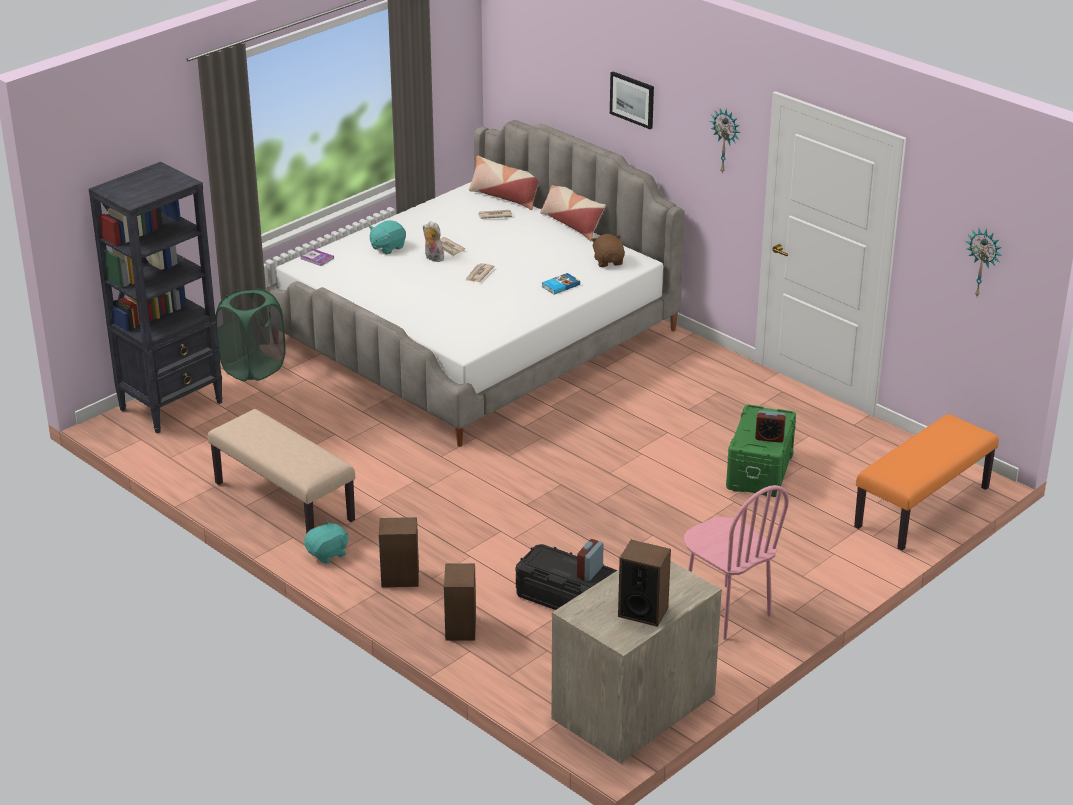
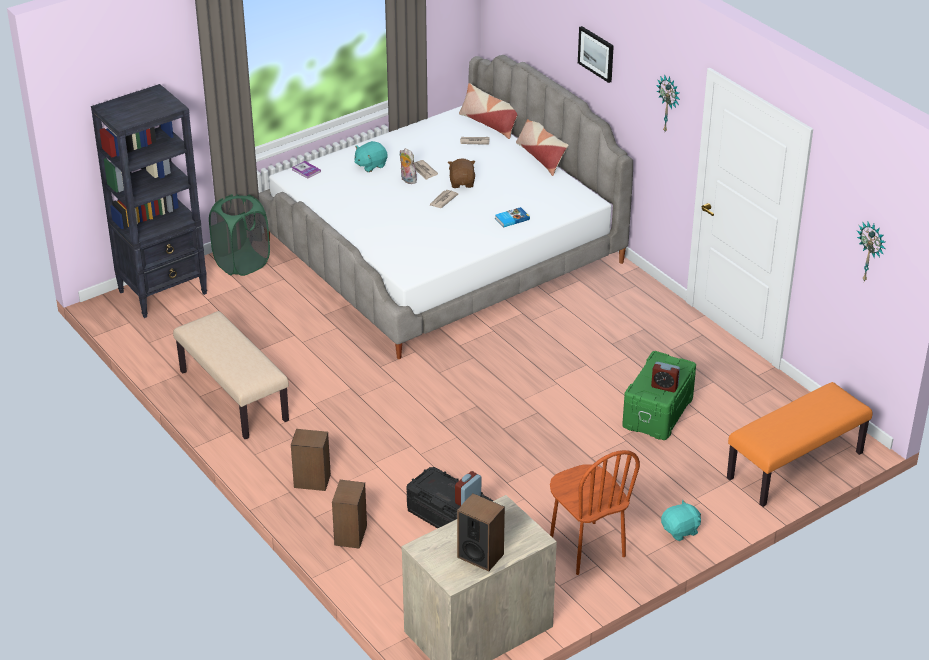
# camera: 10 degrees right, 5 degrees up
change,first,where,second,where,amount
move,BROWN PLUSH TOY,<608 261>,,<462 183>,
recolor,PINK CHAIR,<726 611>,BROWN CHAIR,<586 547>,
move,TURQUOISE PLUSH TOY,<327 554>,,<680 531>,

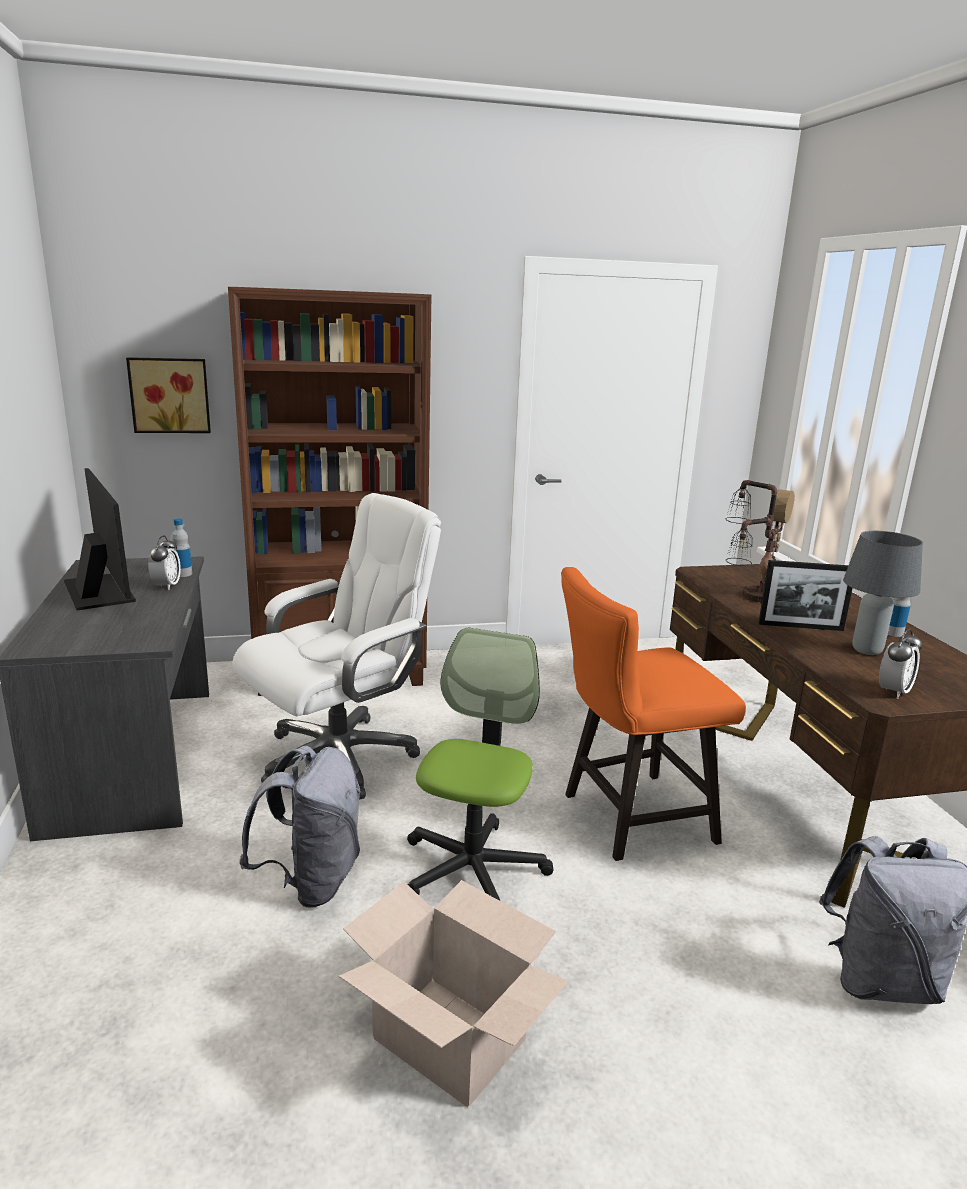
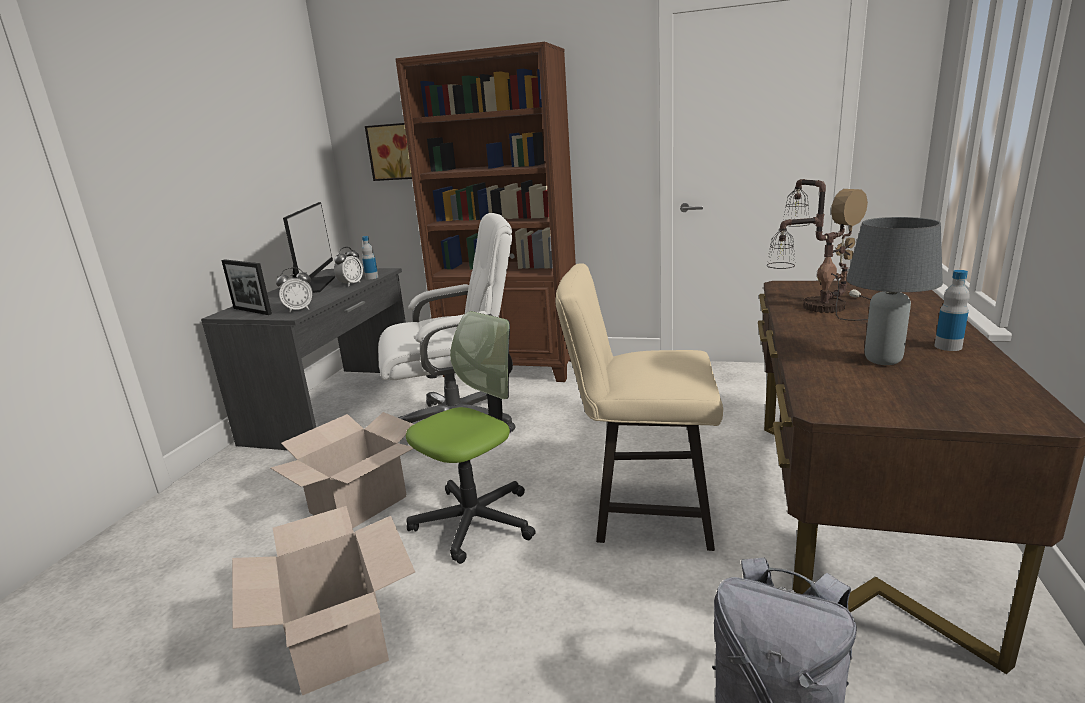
# camera: 30 degrees right, 0 degrees up
change,first,where,second,where,amount
move,PICTURE FRAME,<800 626>,,<252 311>,
recolor,ORANGE CHAIR,<628 818>,BEIGE CHAIR,<641 510>,
move,ALARM CLOCK,<893 691>,,<299 310>,
replace,GREY BACKPACK,<311 881>,CARDBOARD BOX,<358 504>,

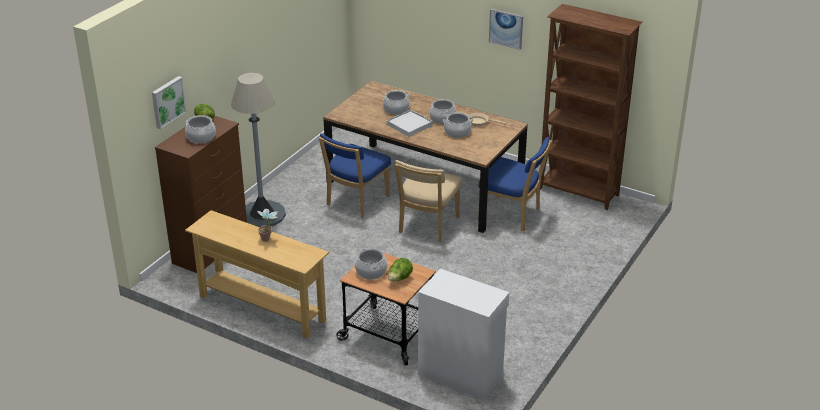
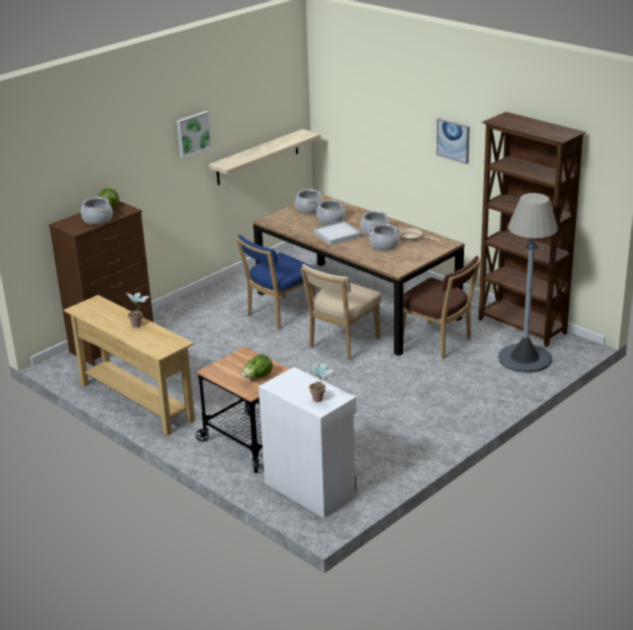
# camera: 15 degrees right, 5 degrees down
change,first,where,second,where,amount
move,GREY FLOOR LAMP,<262 215>,,<524 359>,
move,PICTURE,<167 102>,,<193 133>,
recolor,BLUE CHAIR,<512 215>,BROWN CHAIR,<438 342>,
move,COOKING POT,<371 272>,,<309 209>,
insert,,,SHELF,<258 157>,
insert,,,POTTED PLANT,<320 401>,

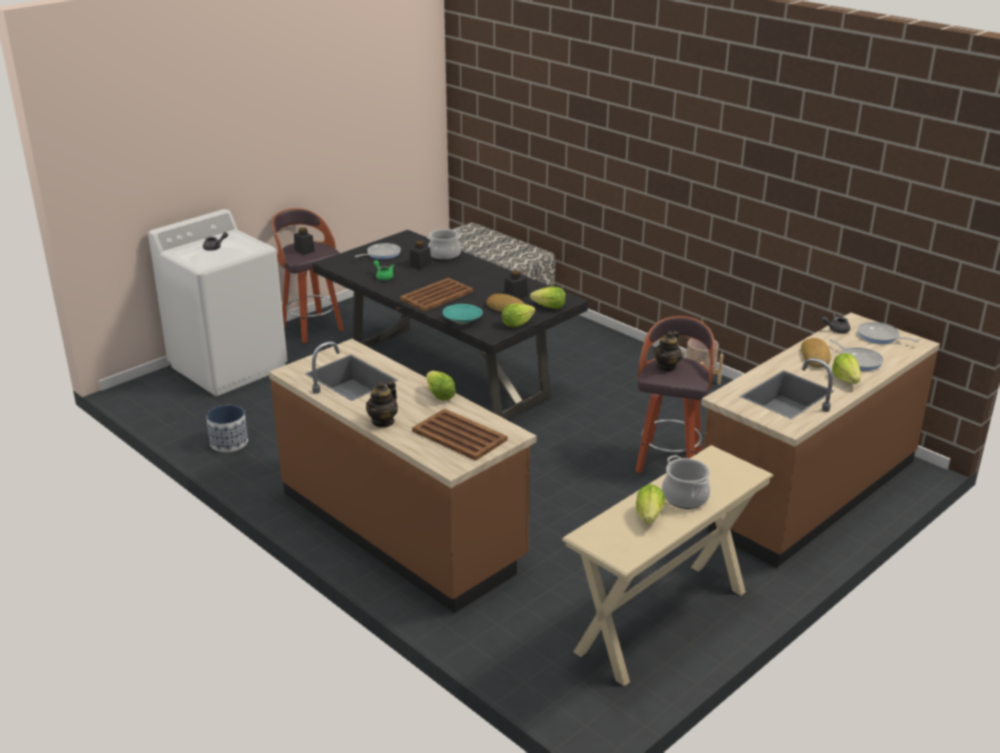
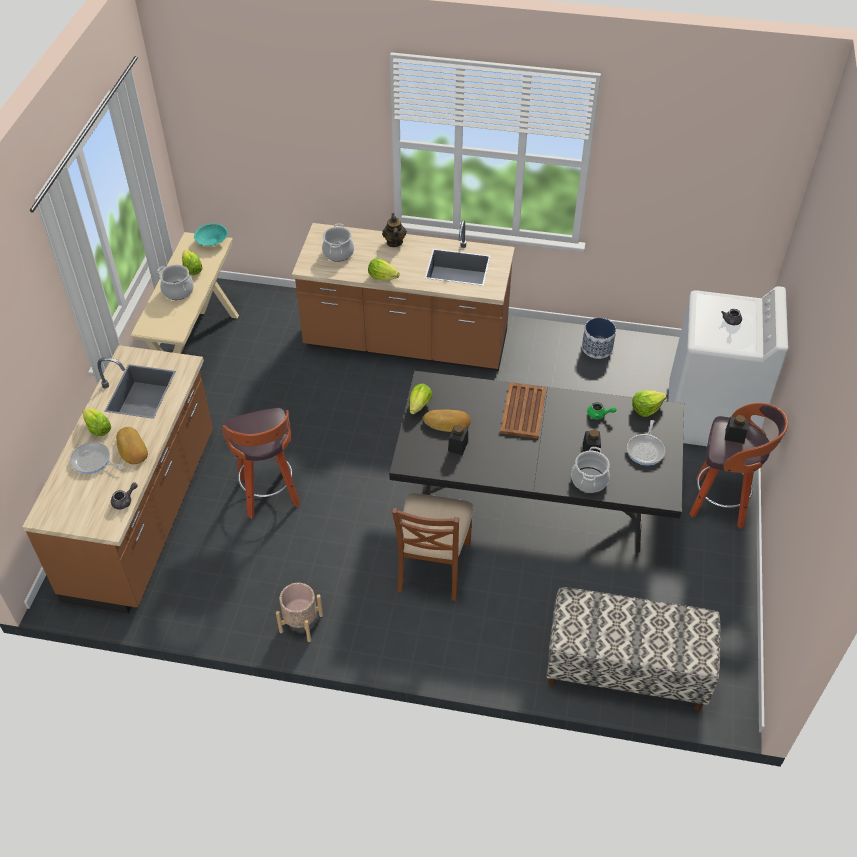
# camera: 145 degrees right, 20 degrees up
change,first,where,second,where,amount
move,LETTUCE,<549 307>,,<646 408>,
move,TURQUOISE BOWL,<463 322>,,<211 242>,
delete,FRYING PAN,<880 336>,,,
delete,TEAPOT,<667 366>,,,
replace,BROWN TRAY,<459 435>,COOKING POT,<338 253>,
insert,,,BROWN CHAIR,<432 566>,

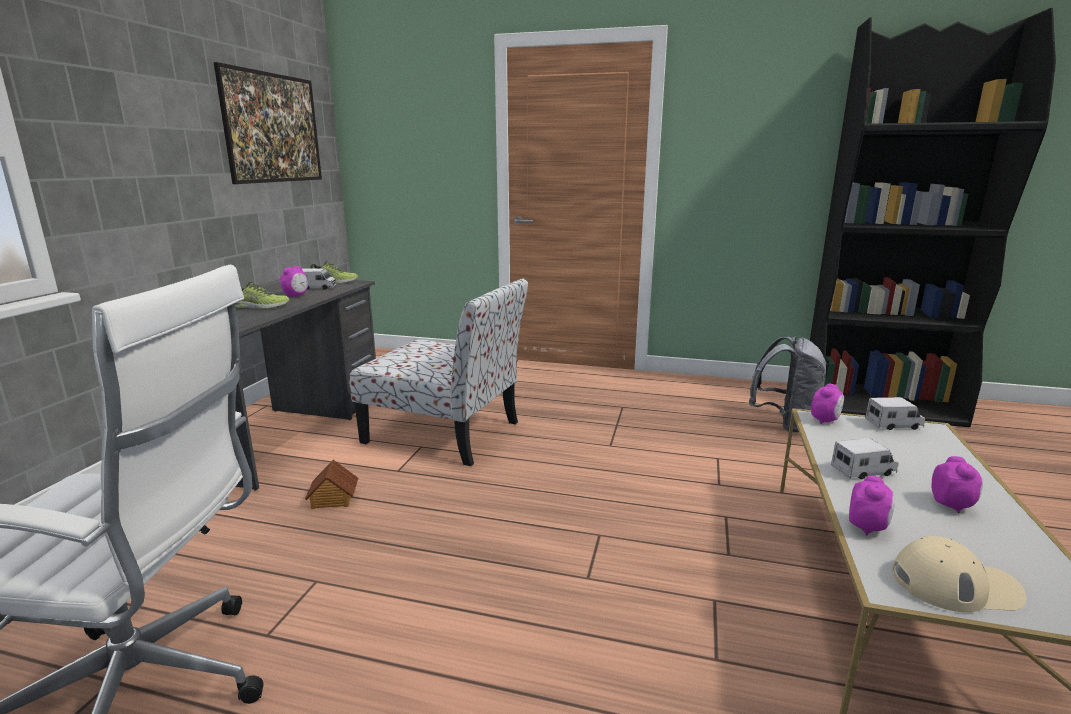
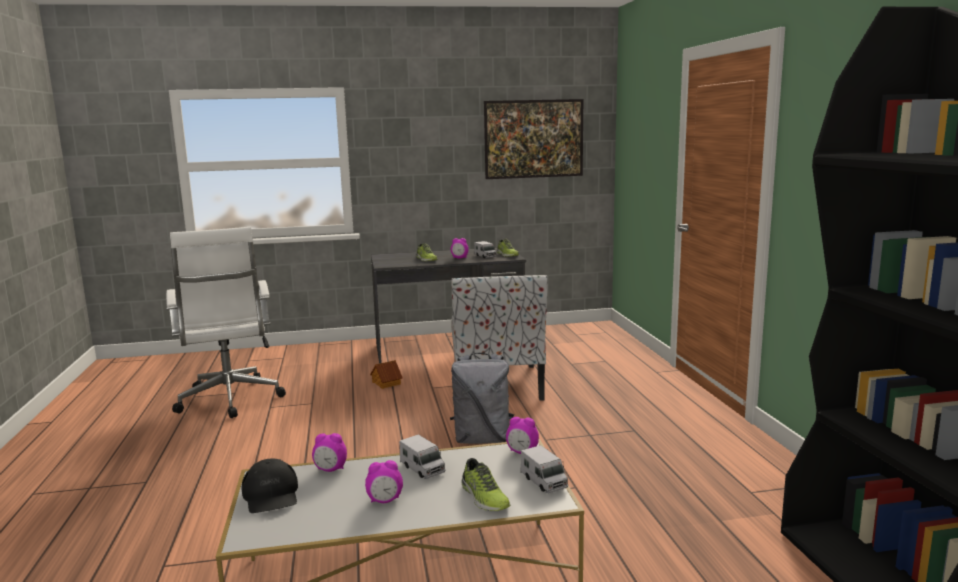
# camera: 65 degrees right, 5 degrees down
change,first,where,second,where,amount
move,GREY BACKPACK,<785 423>,,<482 439>,
recolor,BEIGE CAP,<955 584>,BLACK CAP,<271 495>,
insert,,,SHOE,<483 497>,

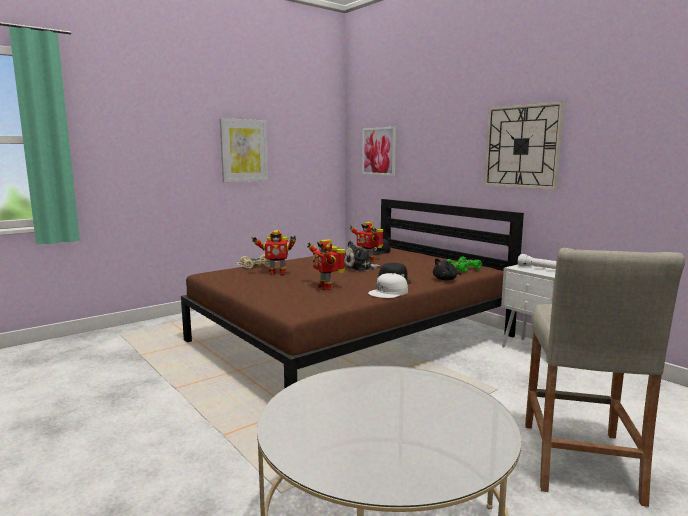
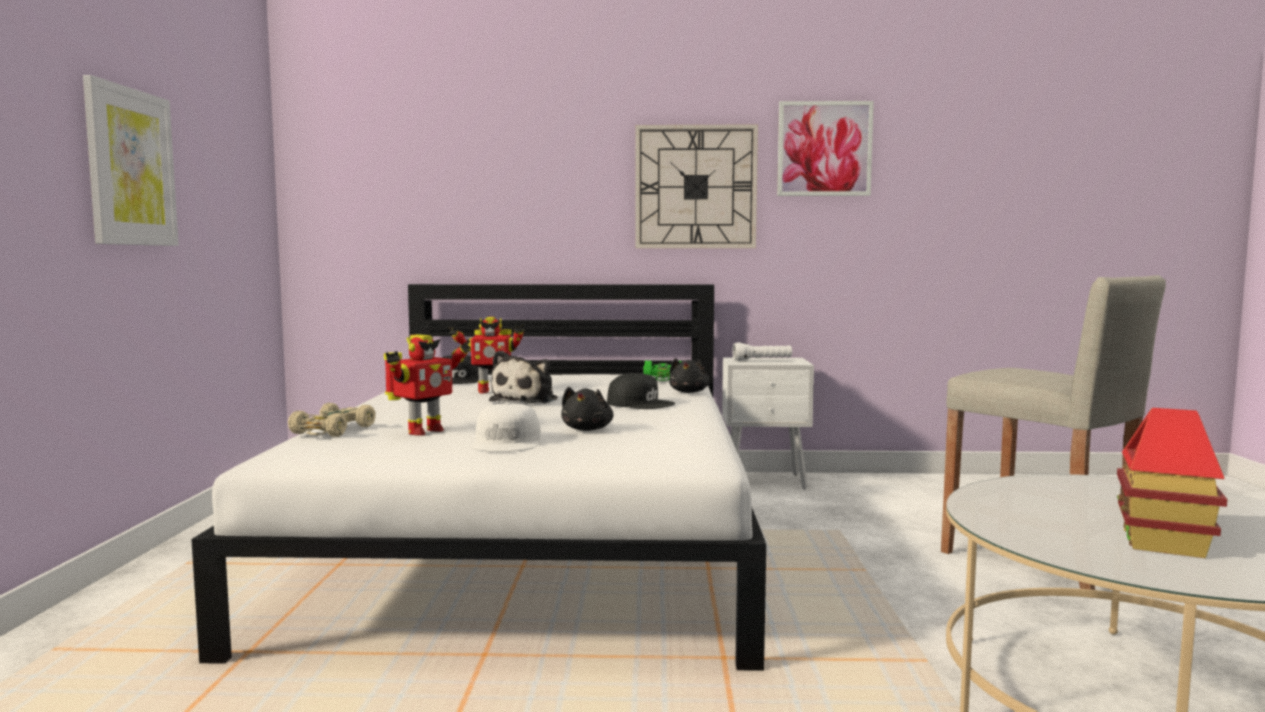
# camera: 50 degrees left, 5 degrees down
change,first,where,second,where,amount
move,PICTURE,<379 151>,,<824 149>,
recolor,BROWN BED,<352 338>,WHITE BED,<536 540>,
replace,TOY ROBOT,<326 287>,BLACK PLUSH TOY,<588 429>,
move,WHITE CAP,<388 293>,,<508 443>,
insert,,,TOY HOUSE,<1164 543>,

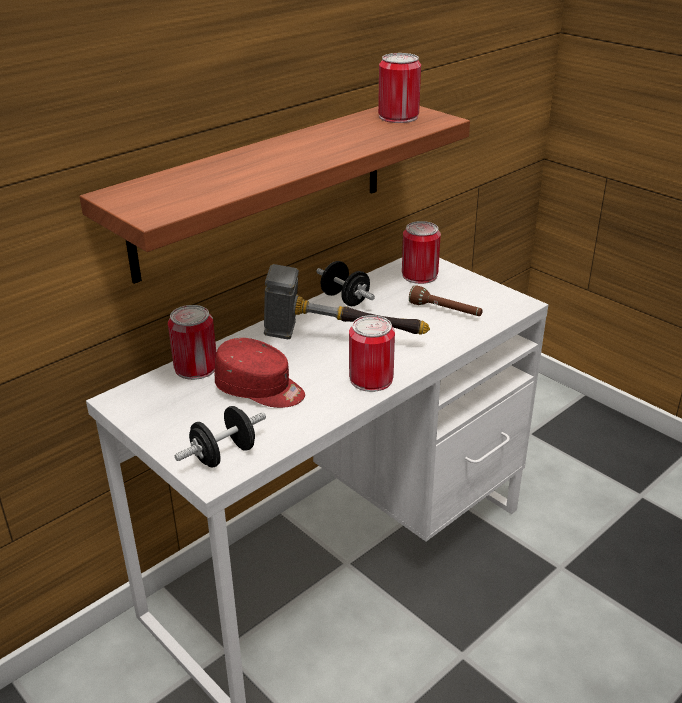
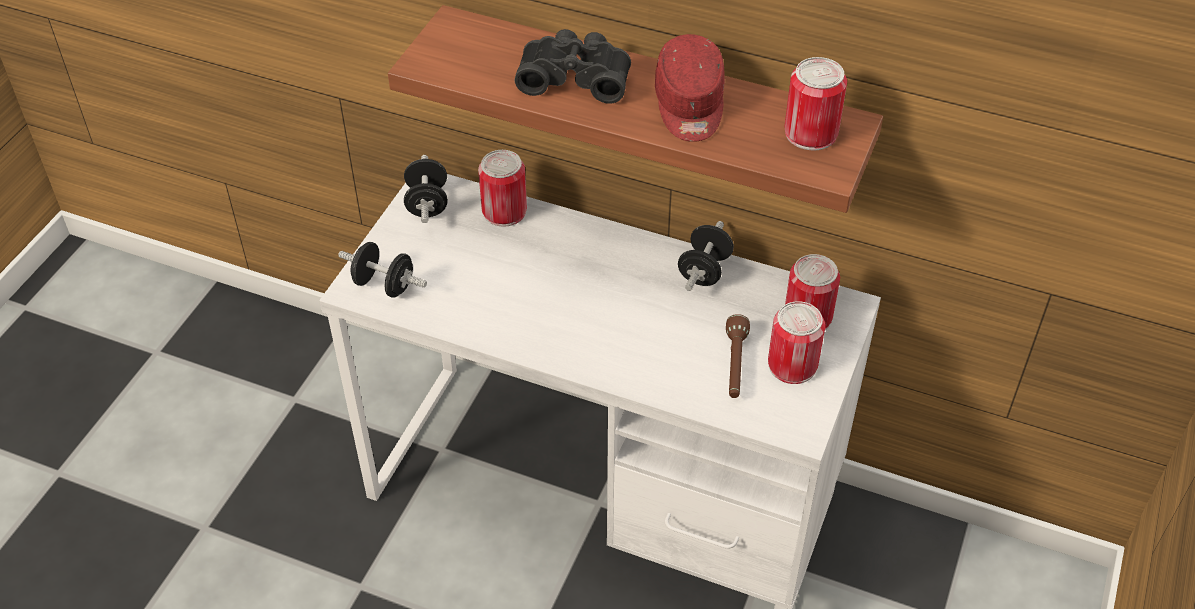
# camera: 65 degrees right, 15 degrees up
change,first,where,second,where,amount
delete,HAMMER,<338 341>,,,
move,CAN,<371 379>,,<792 365>,
move,RED CAP,<260 390>,,<689 106>,
insert,,,BLACK BINOCULARS,<575 77>,
insert,,,BLACK DUMBBELL,<427 203>,

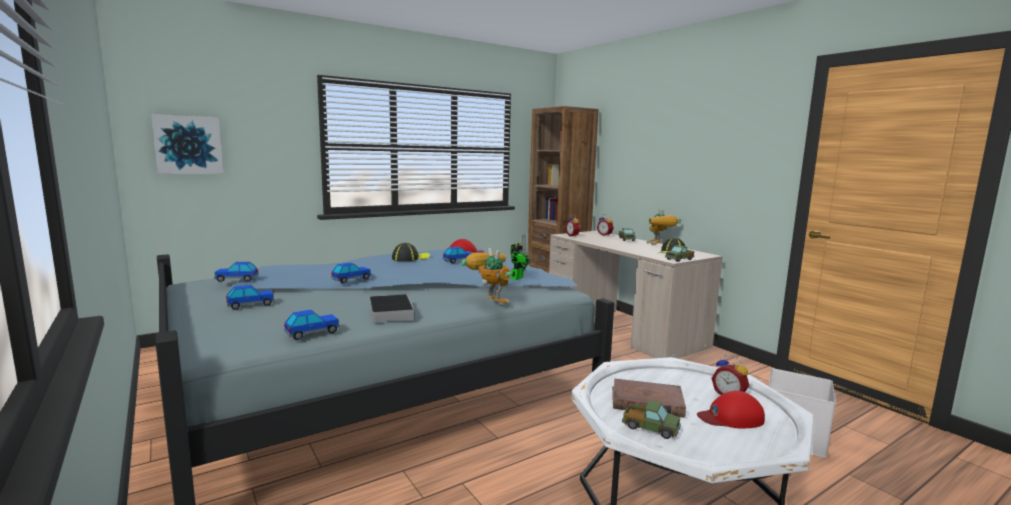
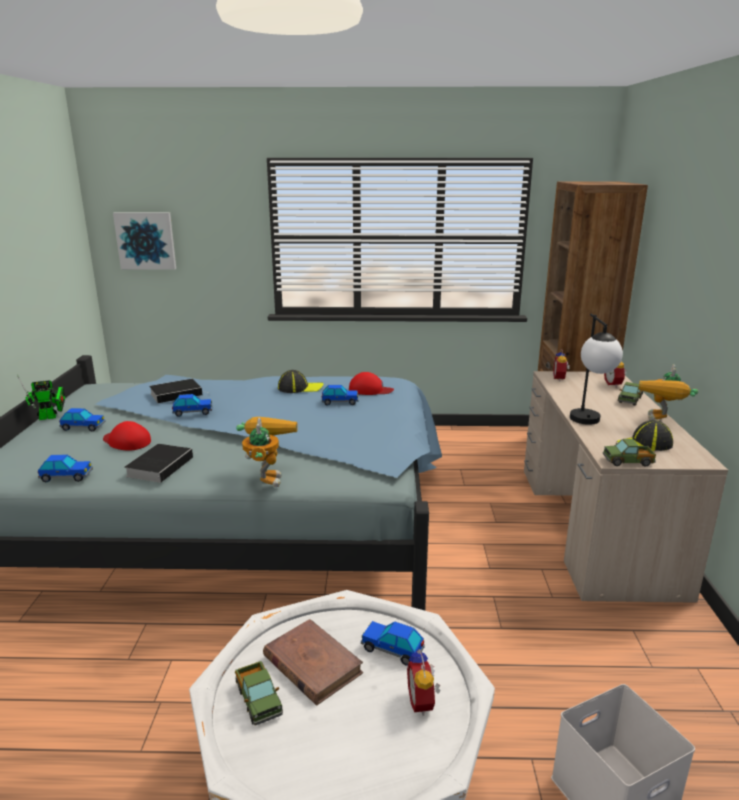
# camera: 35 degrees right, 10 degrees up
change,first,where,second,where,amount
move,TOY ROBOT,<518 277>,,<50 417>,
move,TOY CAR,<237 279>,,<392 649>,
move,RED CAP,<730 418>,,<126 441>,
insert,,,TABLE LAMP,<588 423>,
insert,,,BOOK,<177 394>,

